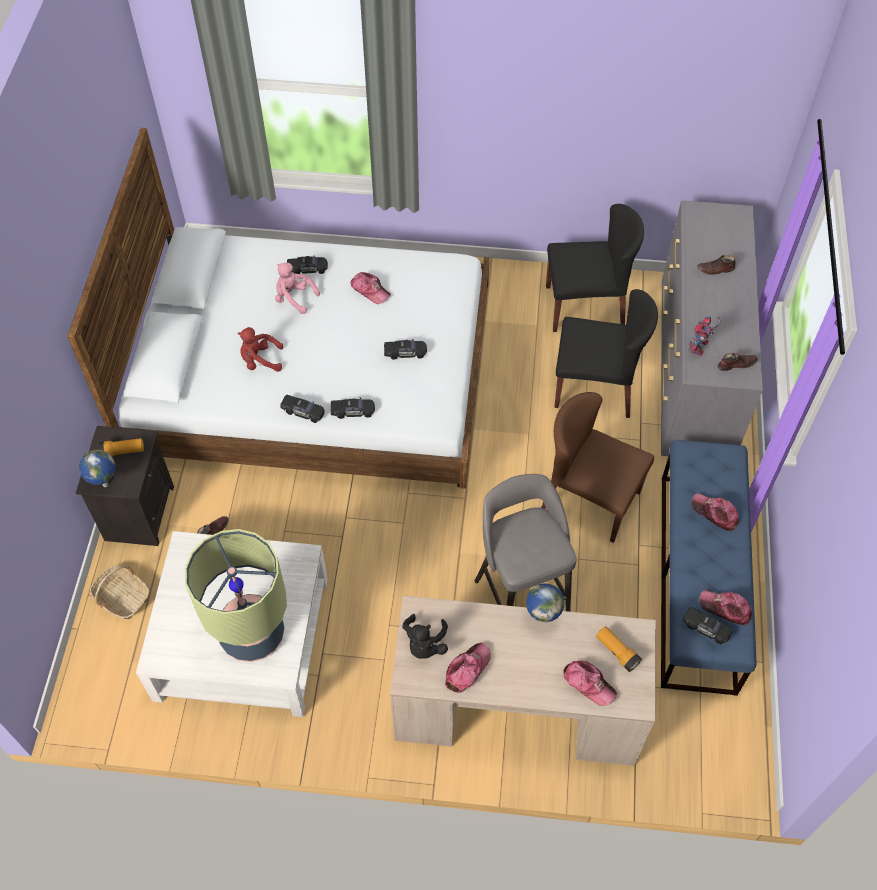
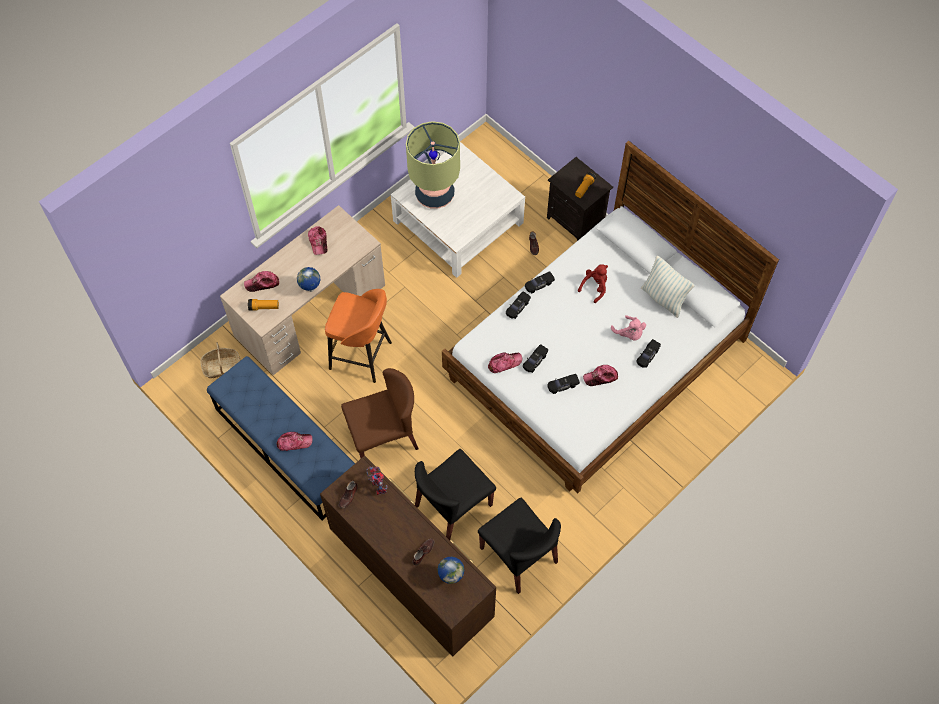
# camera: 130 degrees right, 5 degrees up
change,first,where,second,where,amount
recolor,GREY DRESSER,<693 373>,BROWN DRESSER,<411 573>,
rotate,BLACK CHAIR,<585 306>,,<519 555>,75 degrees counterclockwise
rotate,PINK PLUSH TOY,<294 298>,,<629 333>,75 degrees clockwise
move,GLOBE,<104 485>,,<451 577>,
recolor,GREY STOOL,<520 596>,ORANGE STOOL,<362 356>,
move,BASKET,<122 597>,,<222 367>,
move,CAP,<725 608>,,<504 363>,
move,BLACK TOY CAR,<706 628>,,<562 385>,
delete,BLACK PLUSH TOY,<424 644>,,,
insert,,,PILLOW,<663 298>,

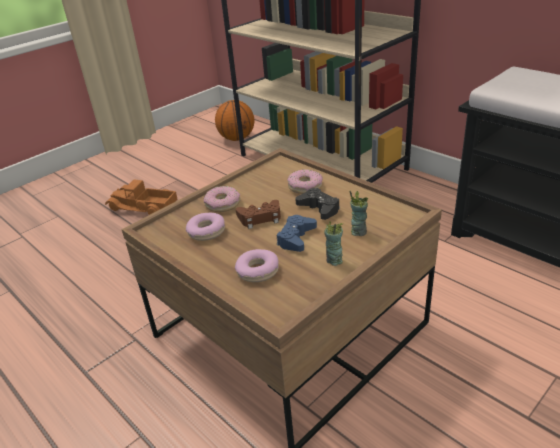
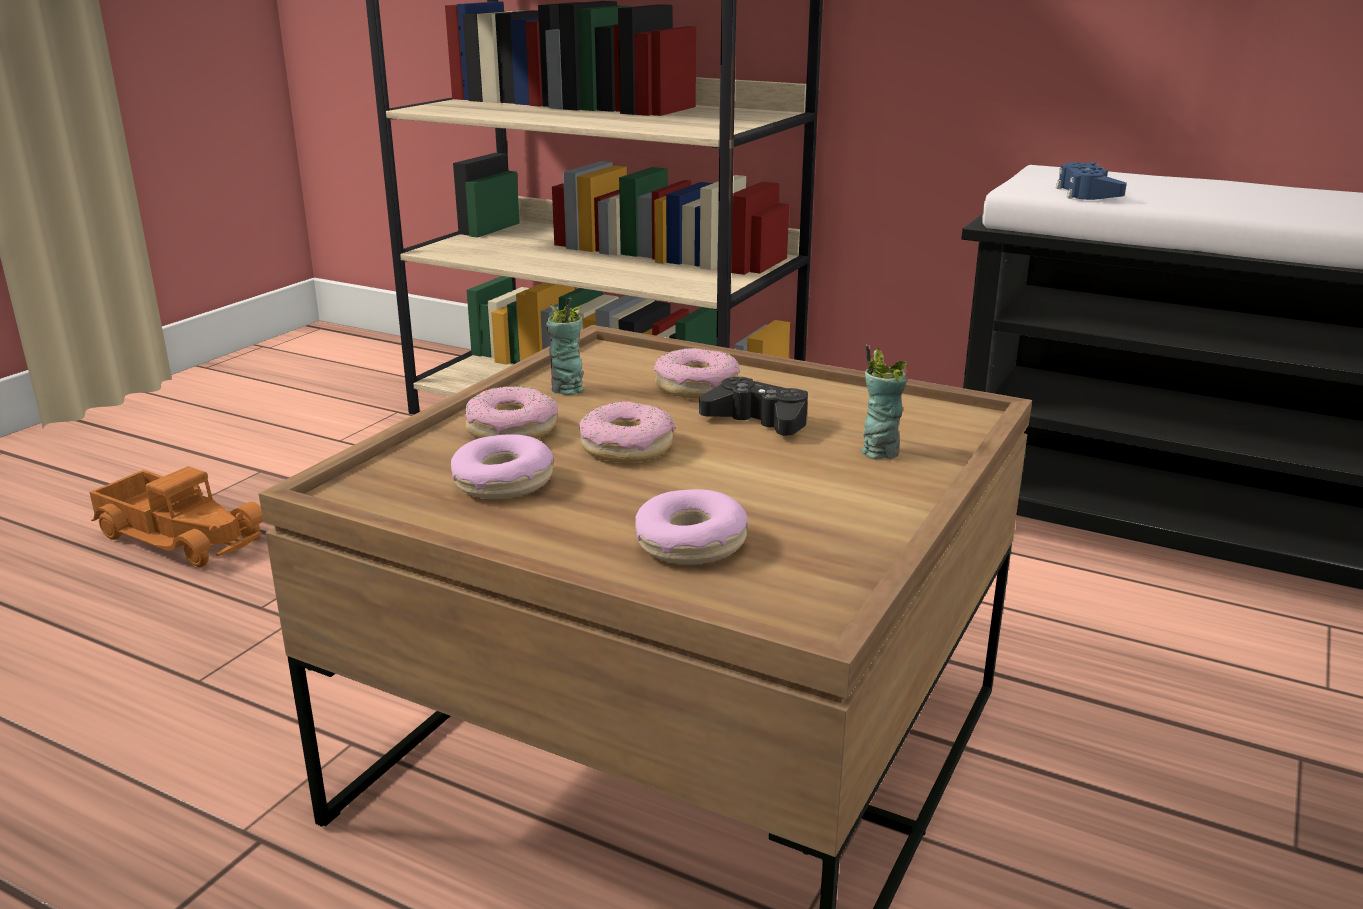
# camera: 20 degrees left, 10 degrees down
change,first,where,second,where,amount
delete,BASKETBALL,<237 138>,,,
rotate,TOY TRUCK,<142 207>,,<182 535>,150 degrees counterclockwise
replace,BROWN GAME CONTROLLER,<260 218>,DONUT,<627 447>,
move,BLUE GAME CONTROLLER,<296 238>,,<1087 193>,
move,CUP,<334 260>,,<567 389>,

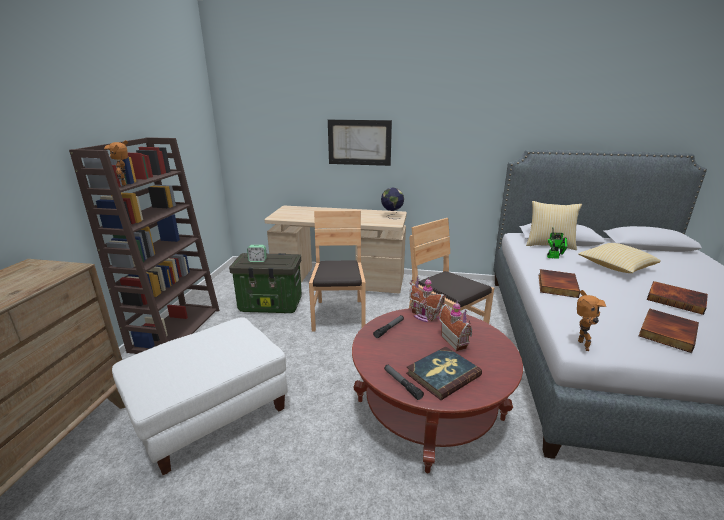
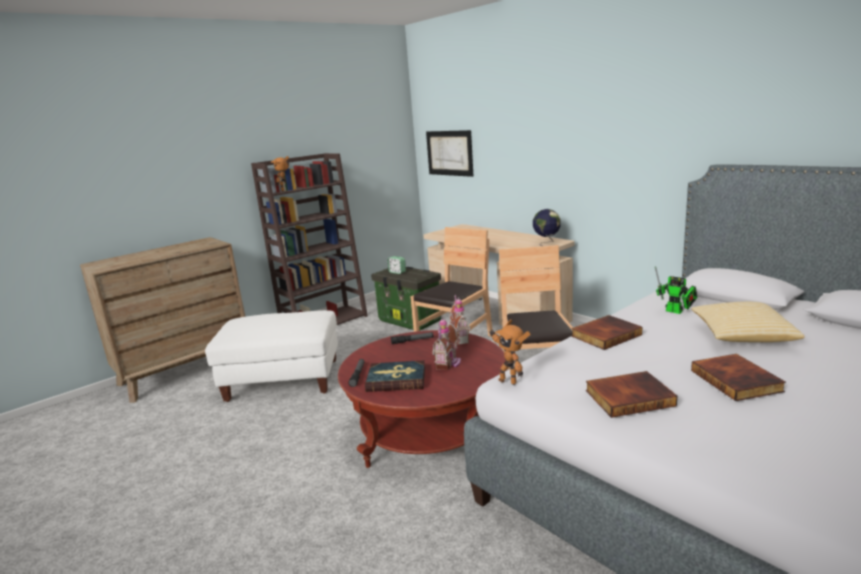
# camera: 40 degrees right, 5 degrees down
change,first,where,second,where,amount
move,PICTURE,<359 142>,,<449 153>,
delete,PILLOW,<549 245>,,,
rotate,TOY ROBOT,<580 346>,,<508 381>,90 degrees clockwise

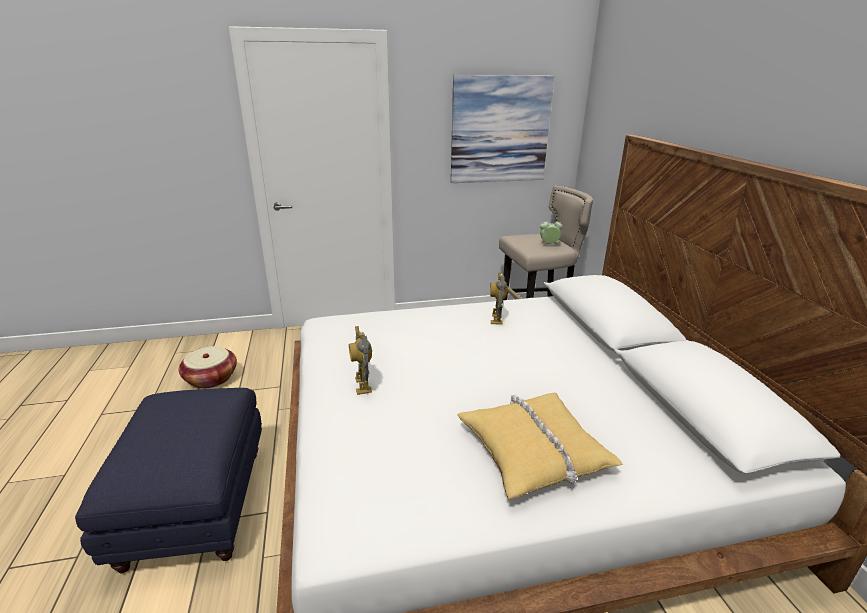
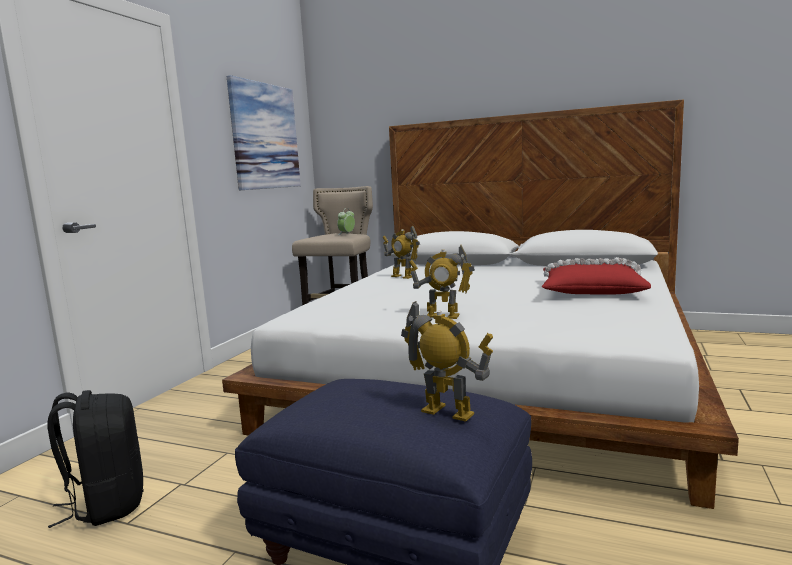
# camera: 55 degrees left, 15 degrees down
change,first,where,second,where,amount
replace,BASKET,<211 378>,BLACK BACKPACK,<107 504>,
recolor,YELLOW PILLOW,<533 451>,RED PILLOW,<590 290>,
insert,,,TOY ROBOT,<447 412>,

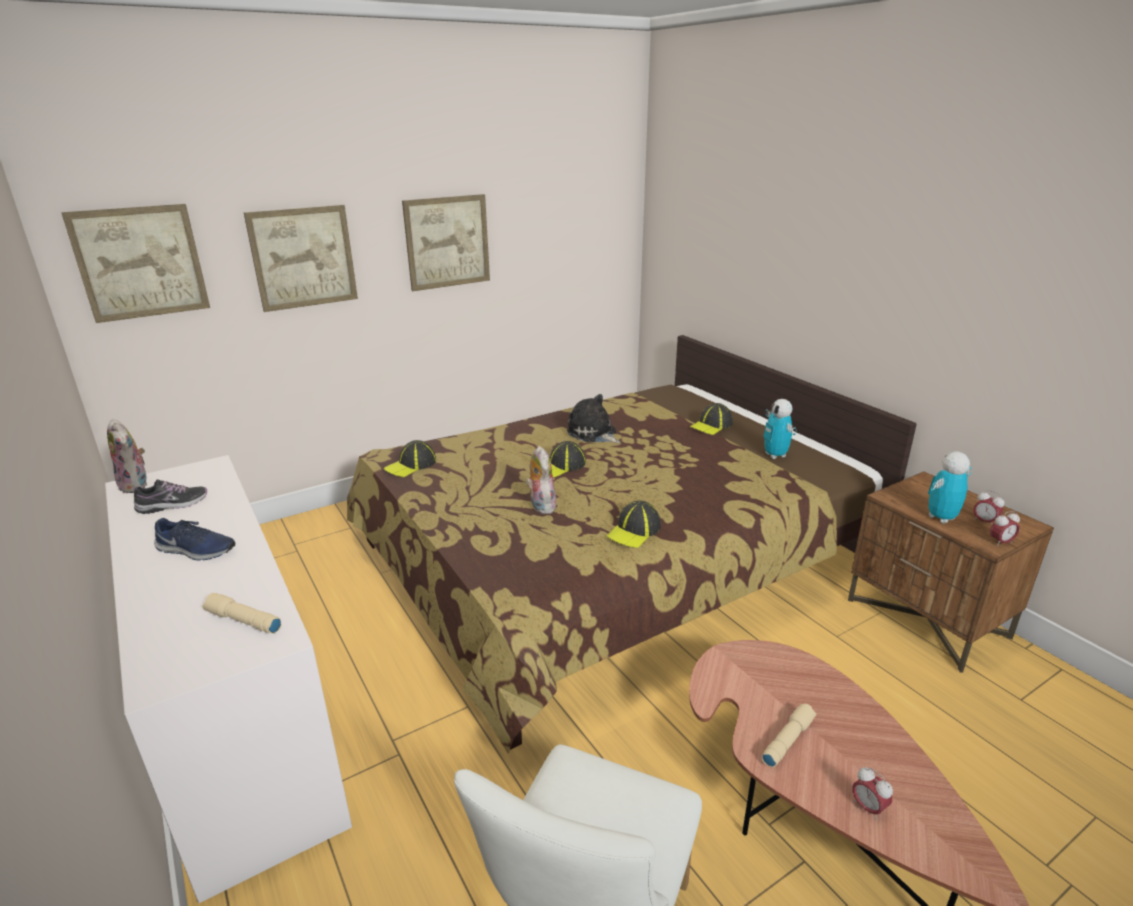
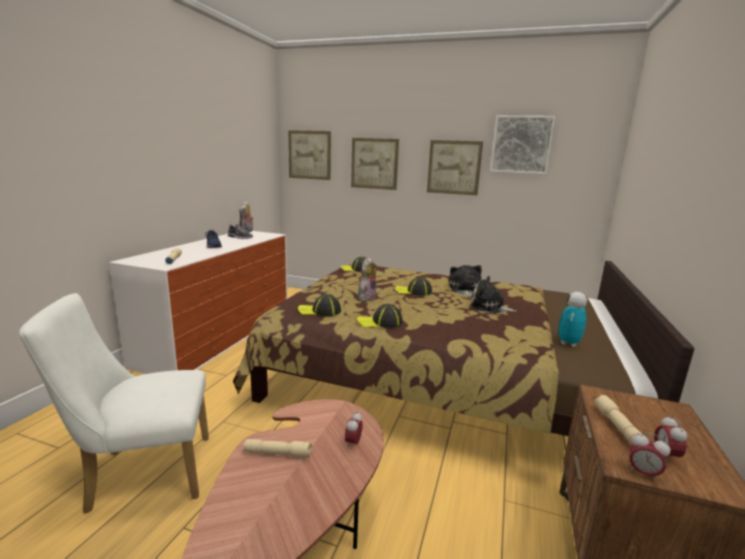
# camera: 50 degrees right, 10 degrees down
change,first,where,second,where,amount
move,CAP,<711 425>,,<320 311>,
replace,TOY ROBOT,<941 518>,BEIGE FLASHLIGHT,<617 427>,
move,ALARM CLOCK,<867 807>,,<353 443>,
insert,,,PICTURE,<521 145>,
insert,,,PLUSH TOY,<489 307>,

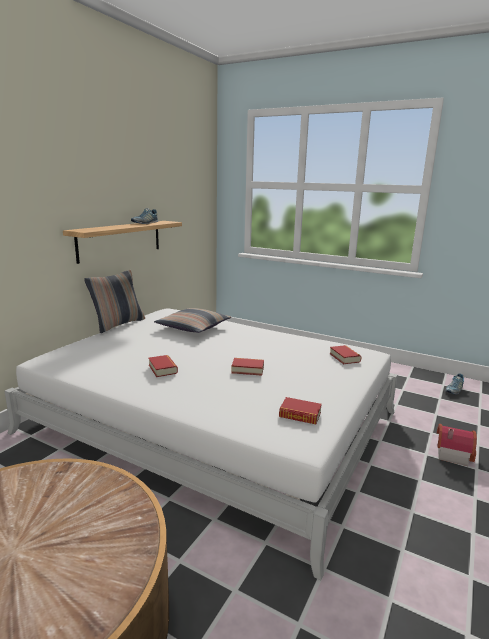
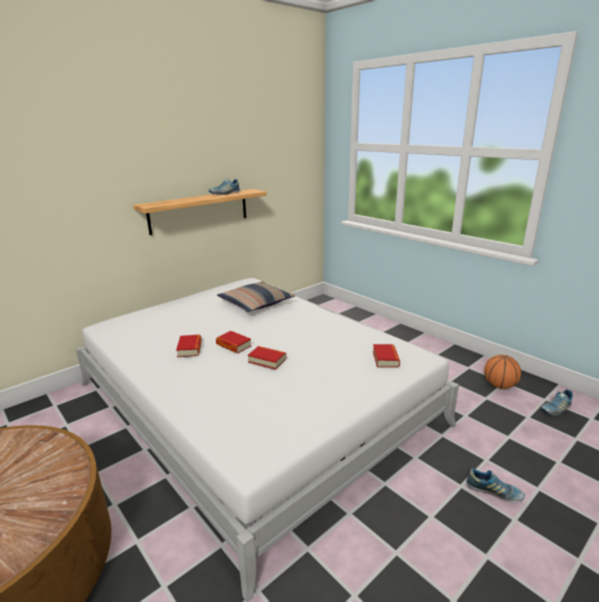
# camera: 20 degrees right, 5 degrees up
change,first,where,second,where,amount
delete,PILLOW,<118 324>,,,
move,BOOK,<300 415>,,<233 345>,
replace,TOY HOUSE,<451 453>,SHOE,<493 492>,
insert,,,BASKETBALL,<499 385>,

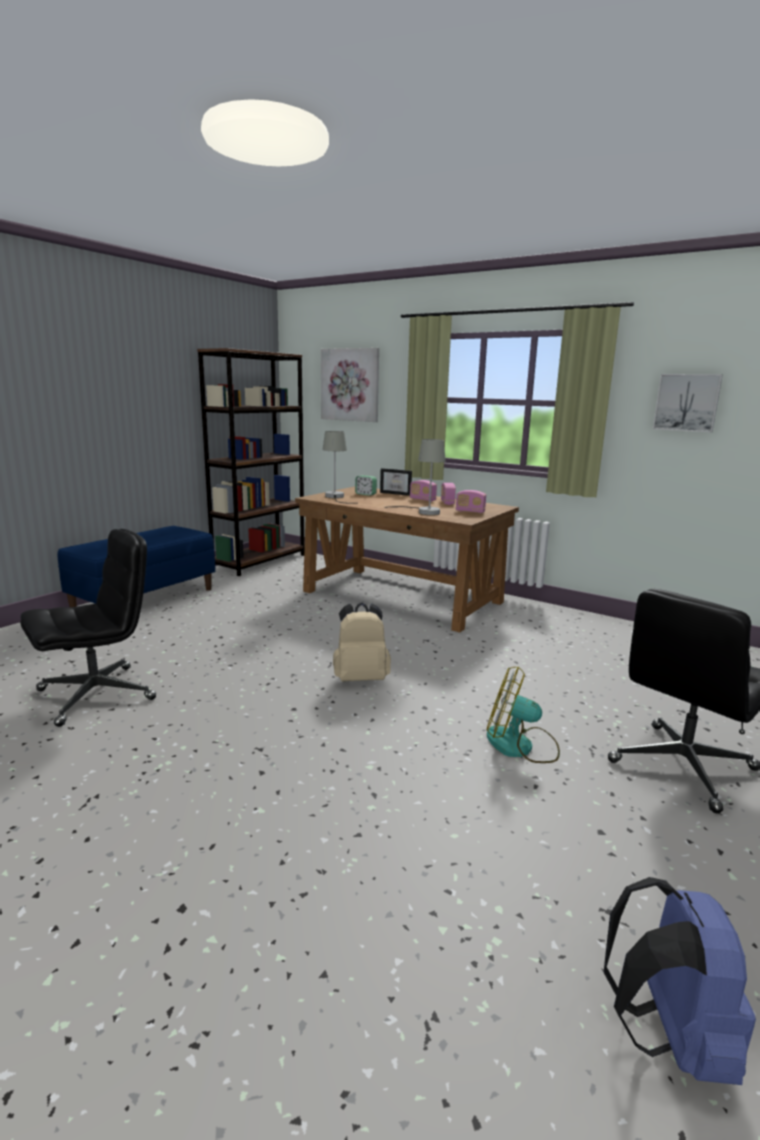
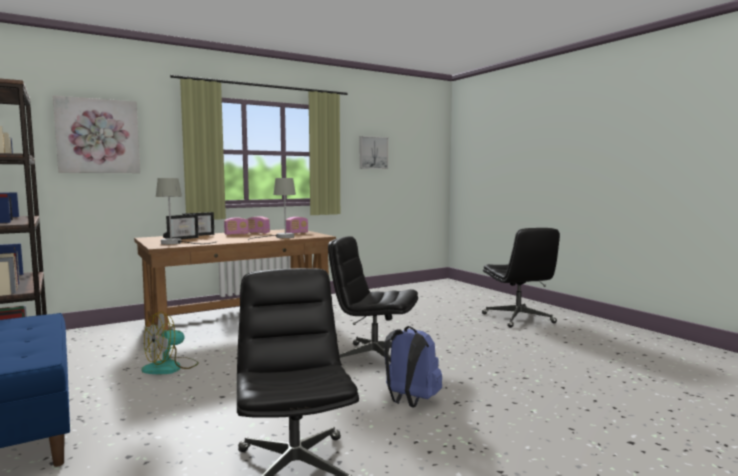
# camera: 65 degrees left, 10 degrees down
change,first,where,second,where,amount
replace,ALARM CLOCK,<365 494>,PICTURE FRAME,<182 239>,
replace,BEIGE BACKPACK,<361 678>,BLACK OFFICE CHAIR,<373 358>,
move,FAN,<520 746>,,<171 367>,
move,BLUE BACKPACK,<668 1035>,,<410 401>,

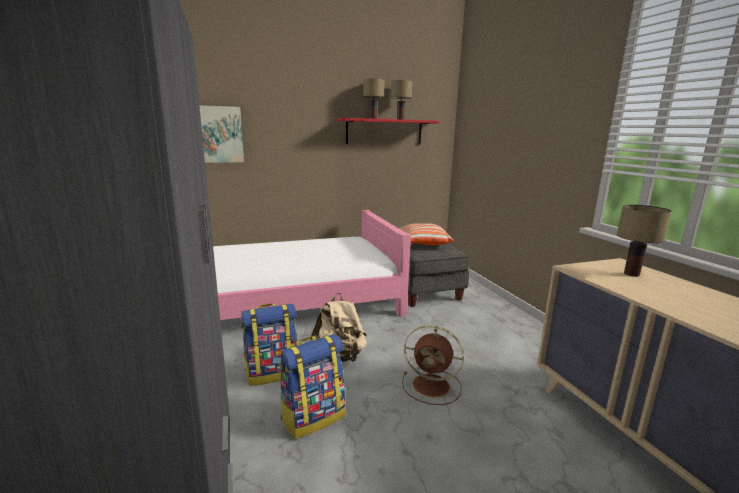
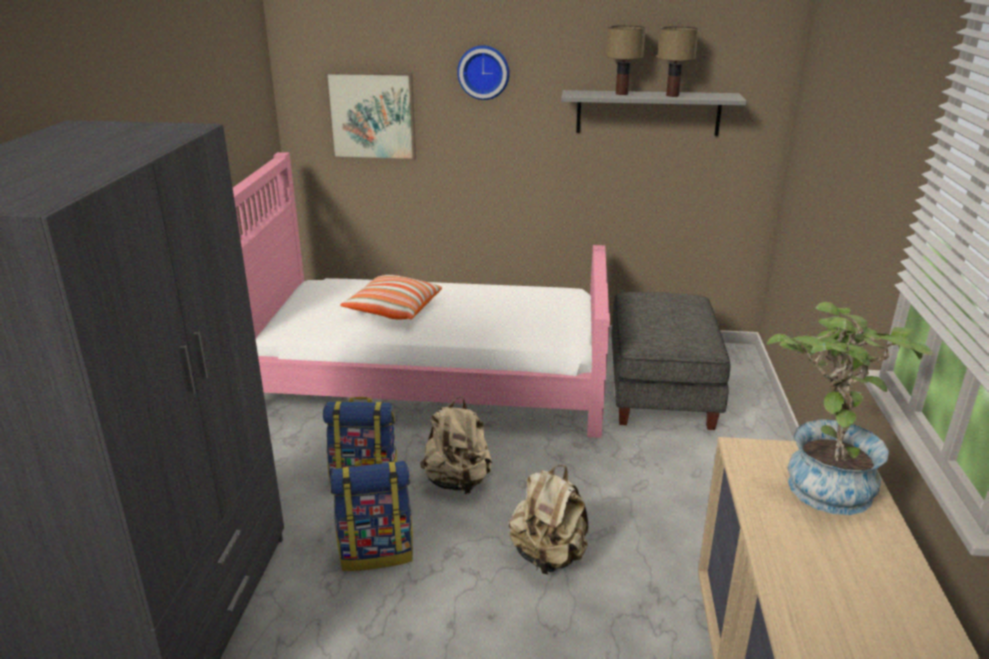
# camera: 25 degrees right, 10 degrees up
change,first,where,second,where,amount
recolor,RED SHELF,<384 132>,GREY SHELF,<648 113>,
replace,TABLE LAMP,<631 274>,POTTED PLANT,<821 480>,
move,PILLOW,<423 243>,,<393 310>,
replace,BROWN FAN,<432 386>,BEIGE BACKPACK,<549 556>,
insert,,,WALL CLOCK,<484 72>,

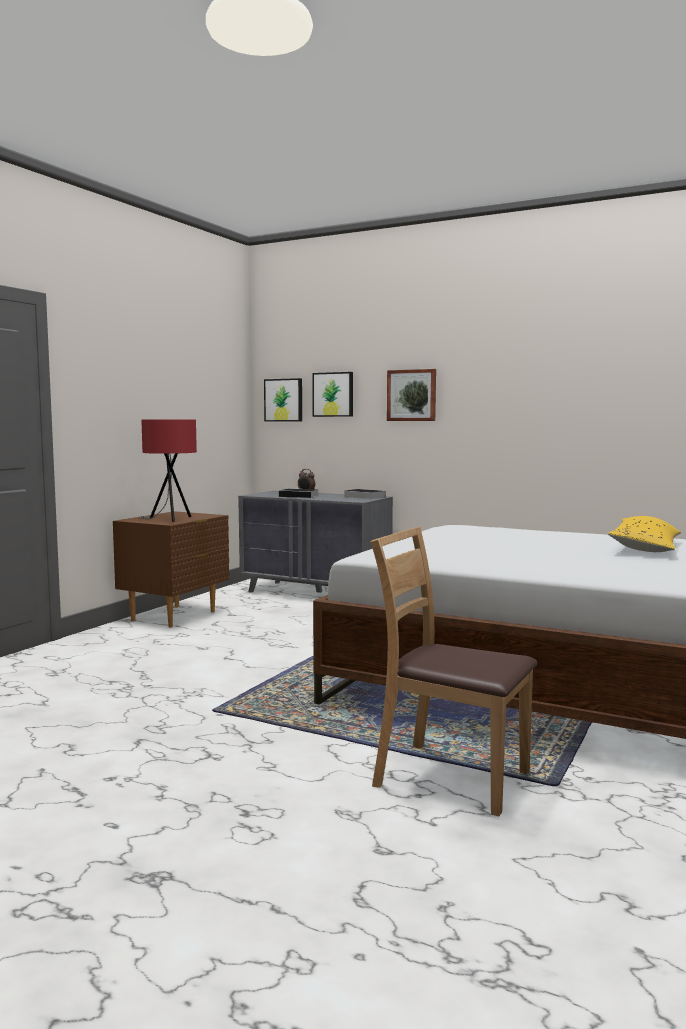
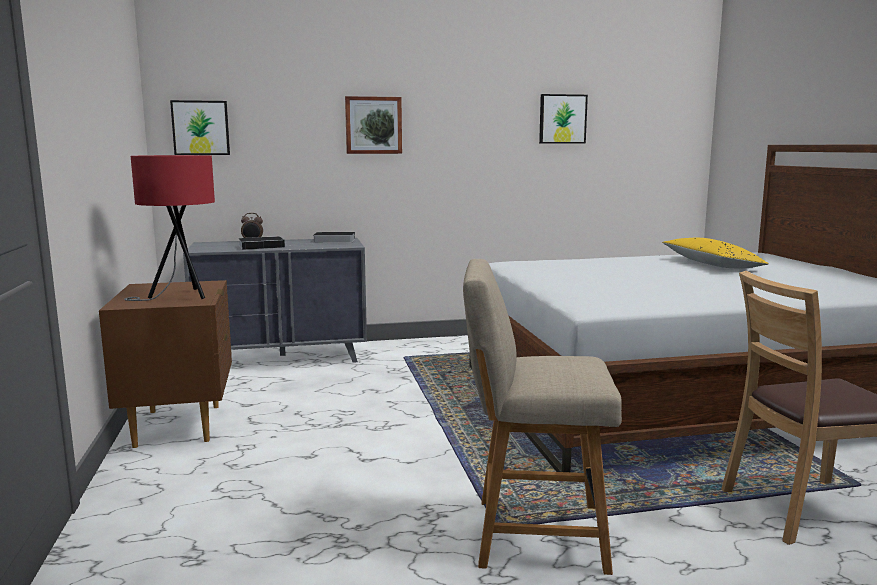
# camera: 40 degrees left, 5 degrees up
change,first,where,second,where,amount
move,PICTURE,<333 394>,,<562 119>,
insert,,,BEIGE CHAIR,<531 534>,

